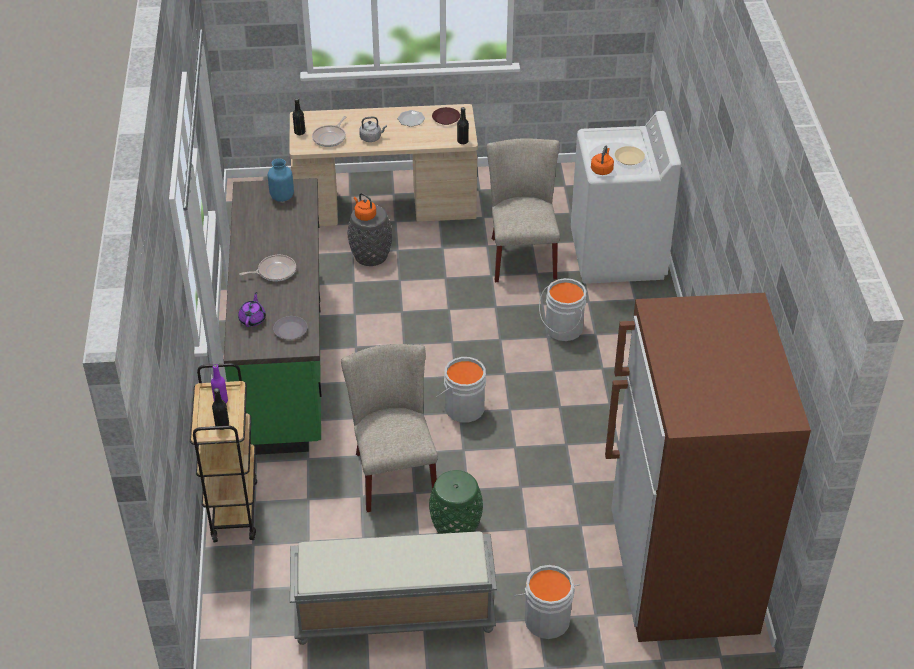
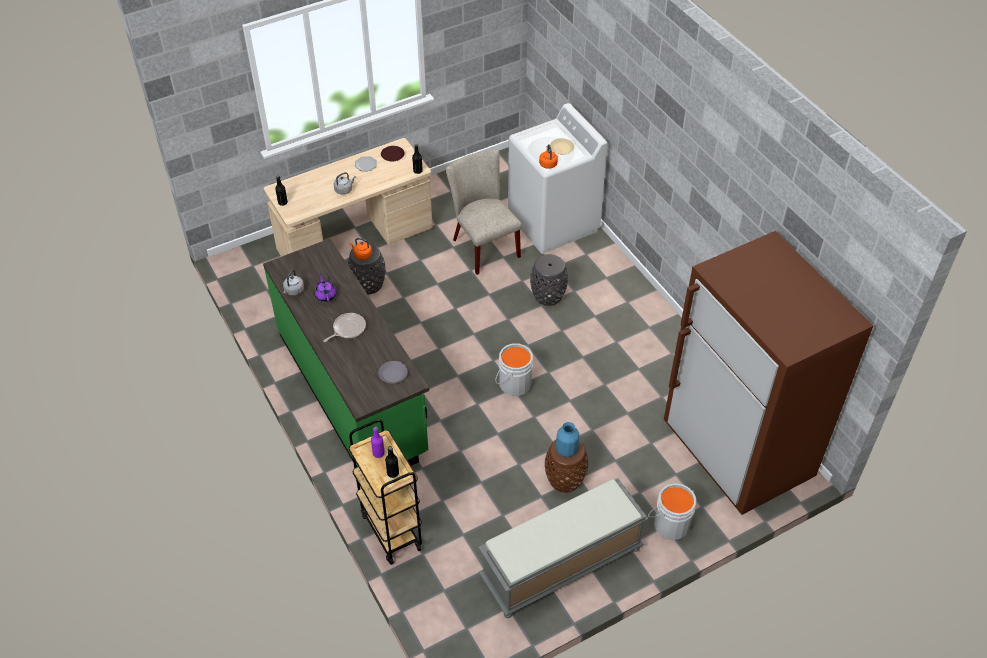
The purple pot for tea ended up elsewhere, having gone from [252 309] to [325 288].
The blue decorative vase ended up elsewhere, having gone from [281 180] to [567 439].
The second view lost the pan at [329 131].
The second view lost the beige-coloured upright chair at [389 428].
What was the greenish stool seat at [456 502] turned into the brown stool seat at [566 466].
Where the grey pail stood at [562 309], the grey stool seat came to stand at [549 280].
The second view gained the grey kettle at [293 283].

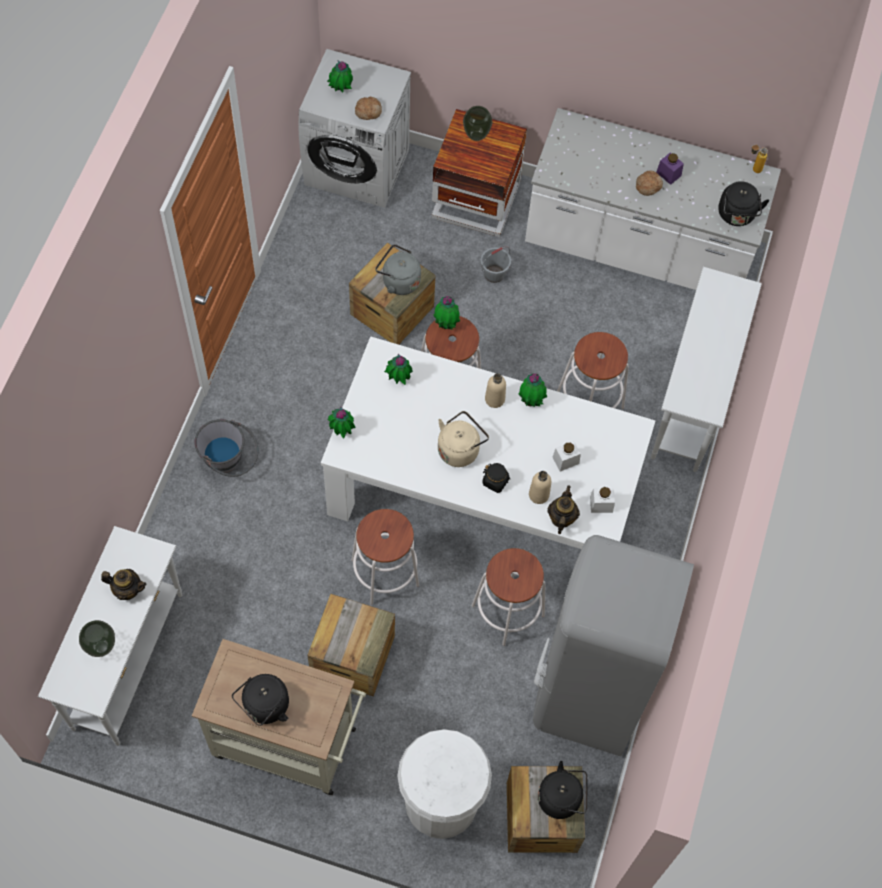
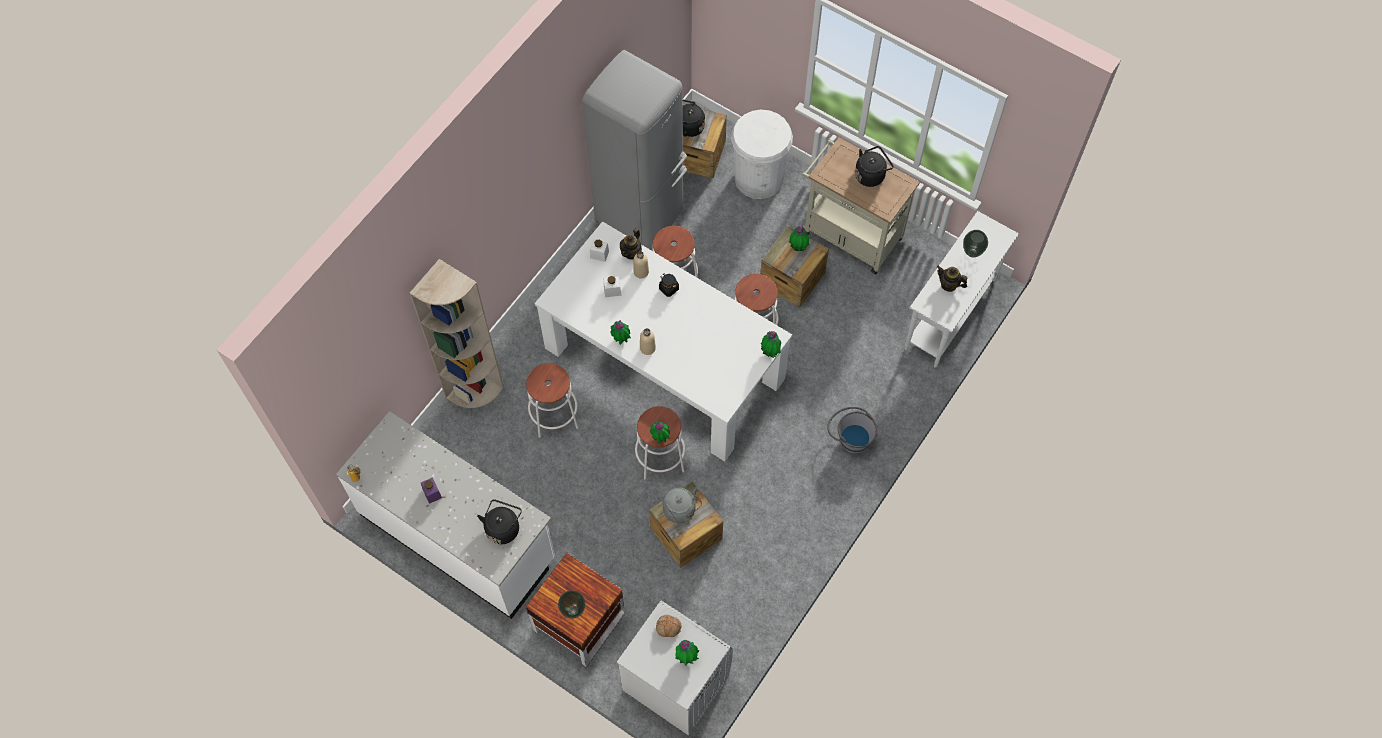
The potted plant ended up elsewhere, having gone from [398 369] to [799 239].
The second view lost the beige-coloured kettle at [463 439].
The second view lost the grey pail at [495 265].
The second view lost the bread at [649 183].
Where the white console table stood at [706 369], the beige-coloured bookshelf came to stand at [457 333].
The blackish kettle ended up elsewhere, having gone from [743 203] to [499 522].

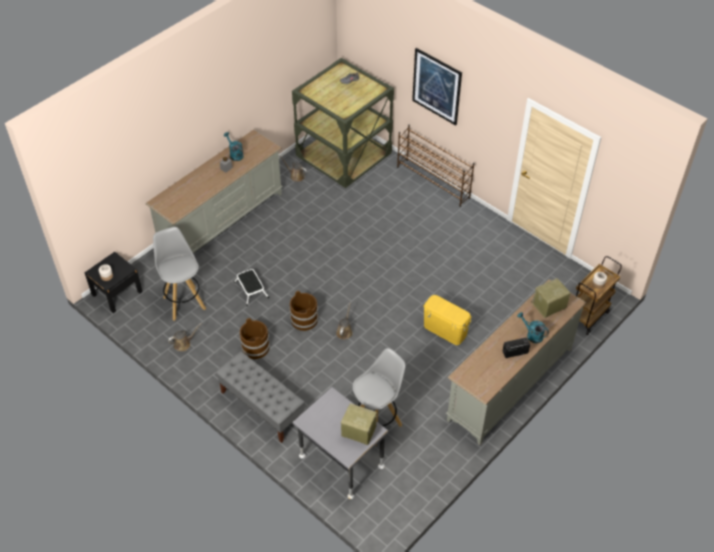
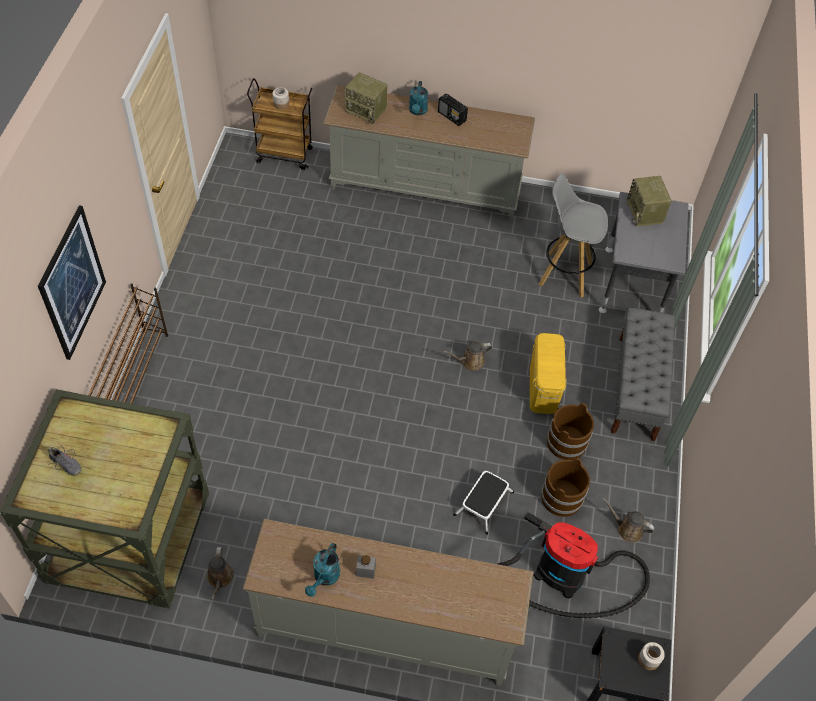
Where the grey stool seat stood at [179 274], the vacuum cleaner came to stand at [573 565].
The brown pail ended up elsewhere, having gone from [304 311] to [565 487].
The yellowish storage bin ended up elsewhere, having gone from [447 320] to [548 373].

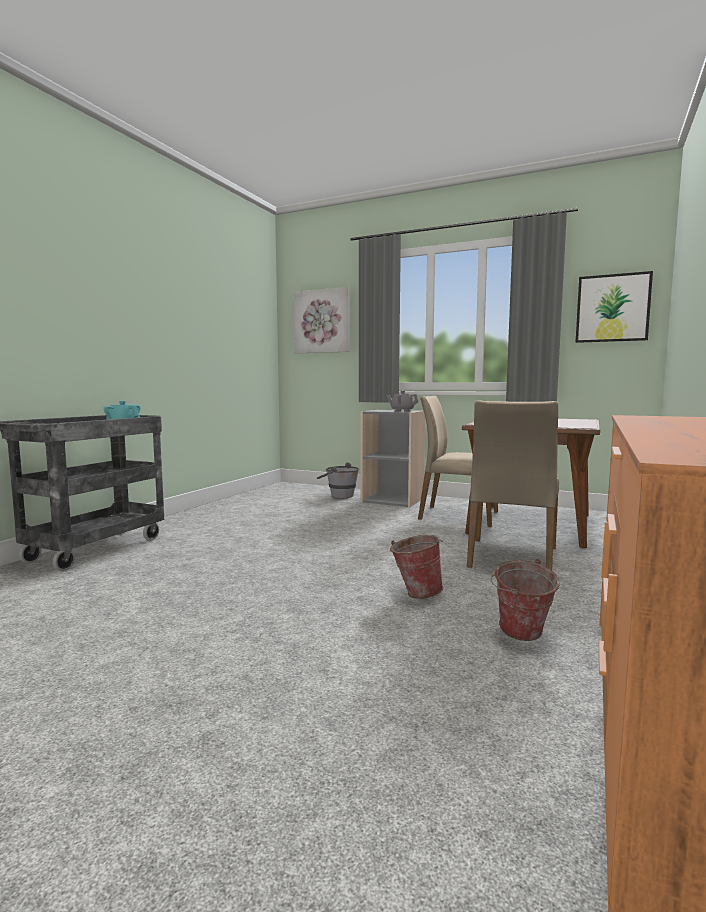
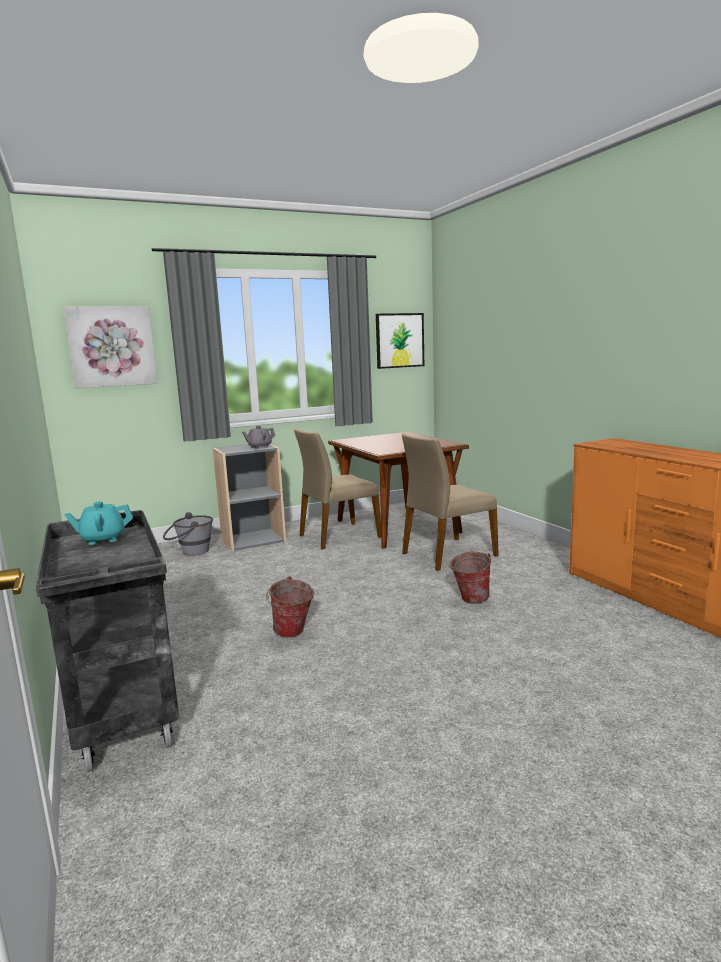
The beige-coloured upright chair at [513 485] ended up facing another way, 90 degrees clockwise from before.
The pail ended up elsewhere, having gone from [525 600] to [290 607].

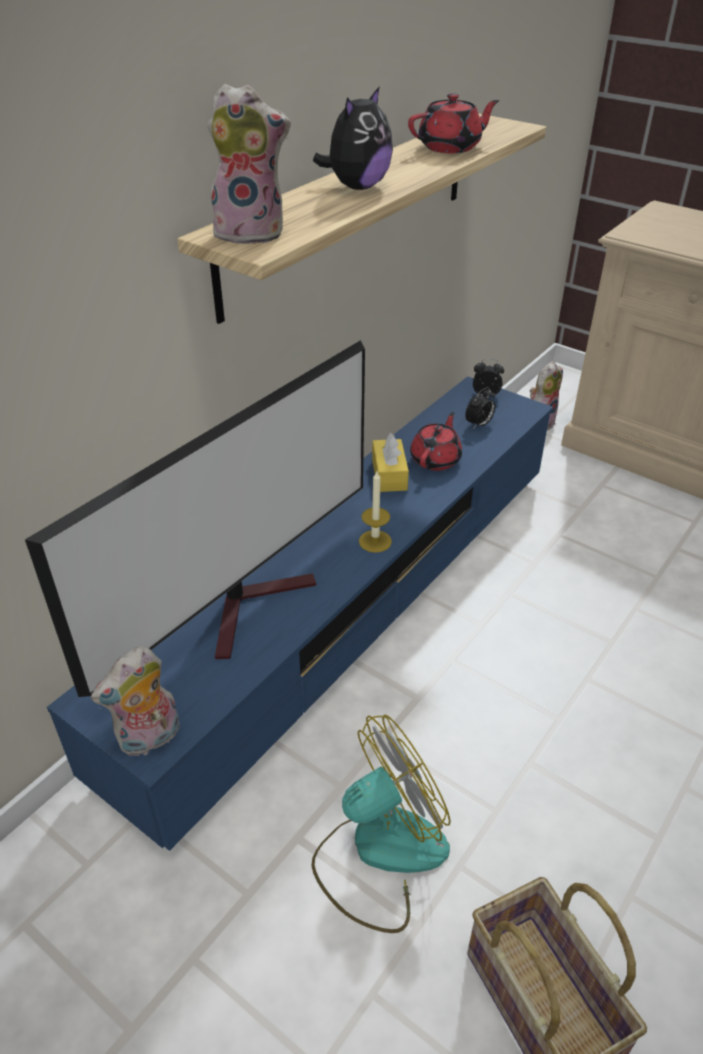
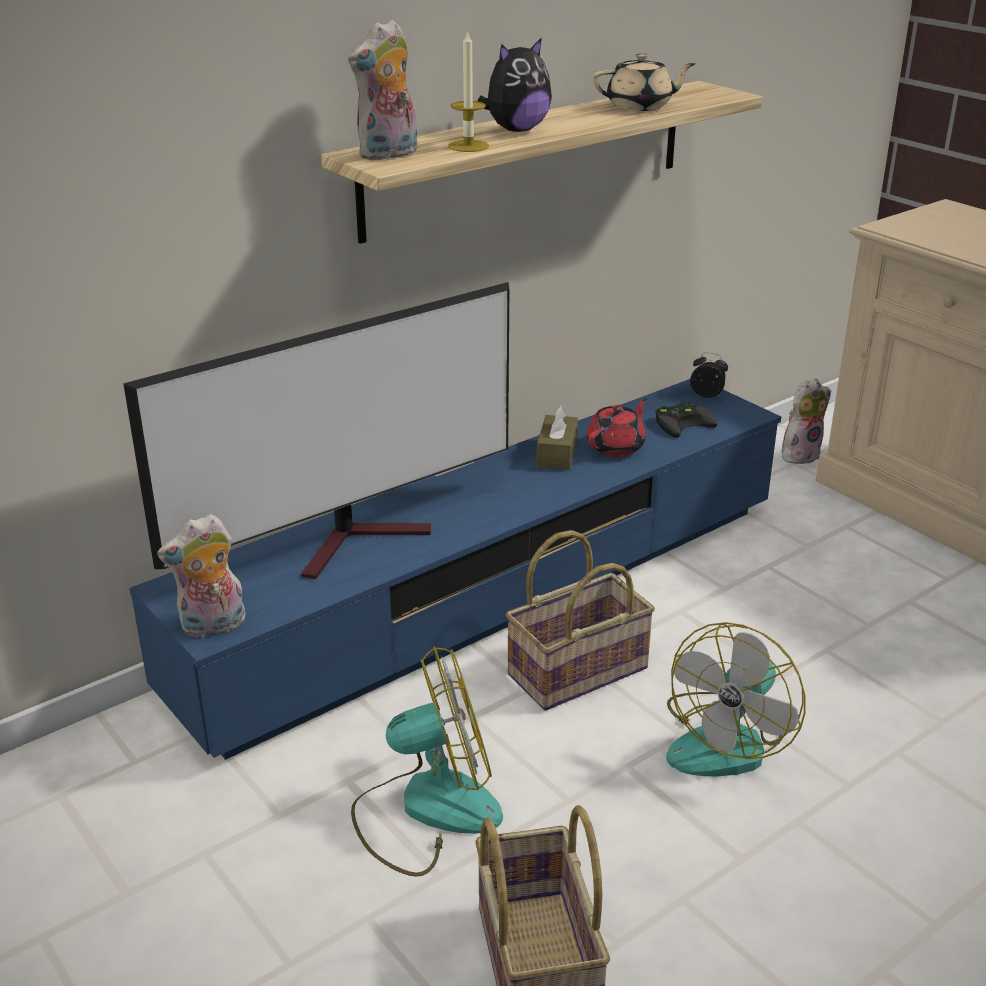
The soft toy at [249 164] ended up facing another way, 120 degrees clockwise from before.
The wax light ended up elsewhere, having gone from [375 512] to [468 91].
What was the yellowish tissue box at [390 462] turned into the brown tissue box at [557 437].
What was the red pot for tea at [454 123] turned into the beige-coloured pot for tea at [643 82].
Where the bedside clock stood at [480 407], the blackish game controller came to stand at [686 420].
The second view gained the household basket at [580 620].
The second view gained the fan at [736 699].

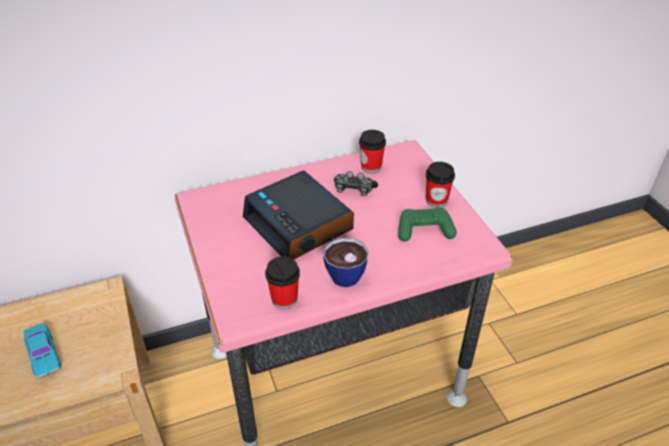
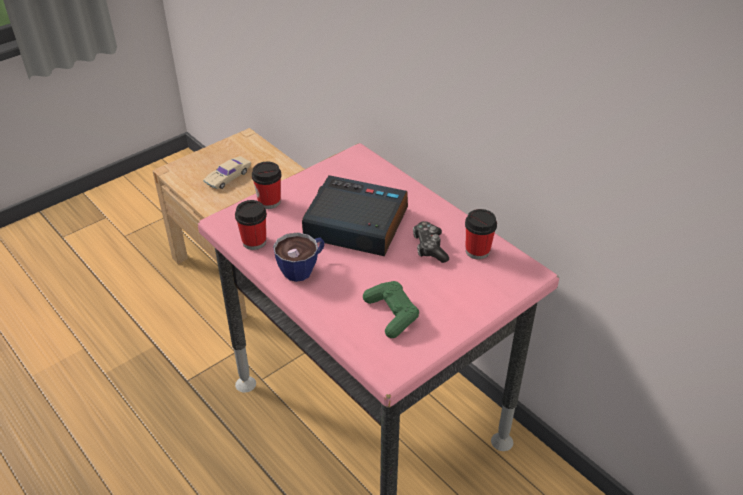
What was the turquoise-coloured miniature car at [42 350] turned into the beige-coloured miniature car at [227 172].
The bedside clock at [298 215] ended up facing another way, 75 degrees clockwise from before.
The small cup ended up elsewhere, having gone from [440 185] to [267 185].

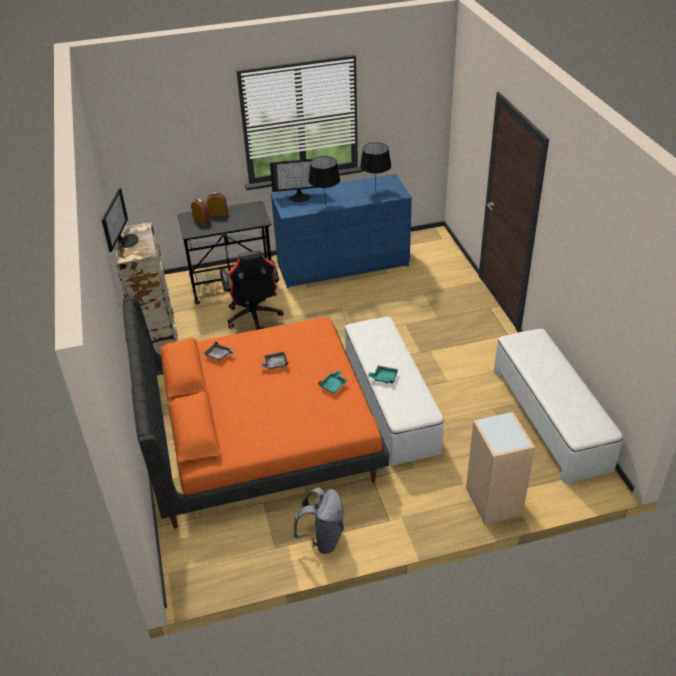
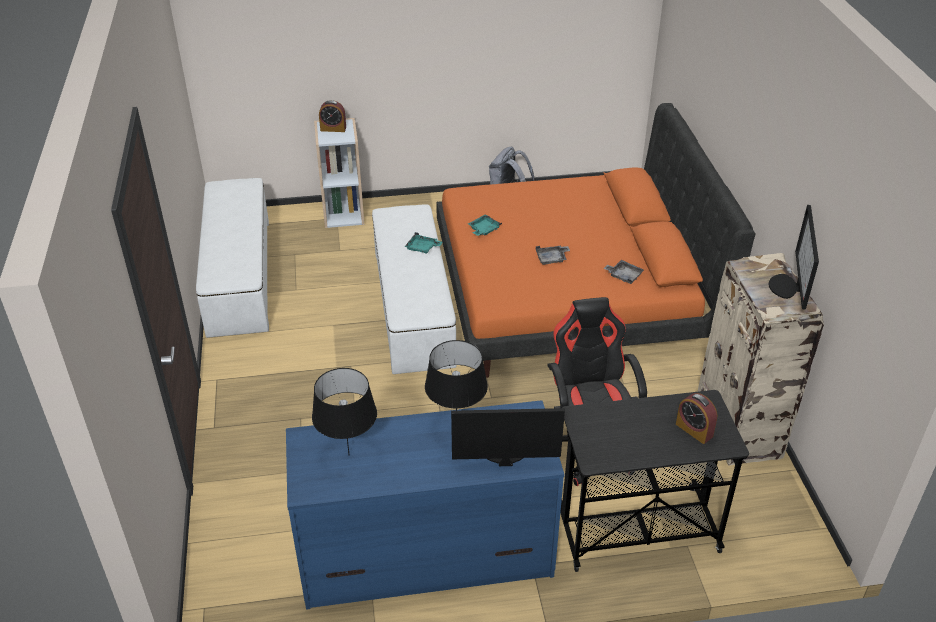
The bedside clock ended up elsewhere, having gone from [217 204] to [332 116].

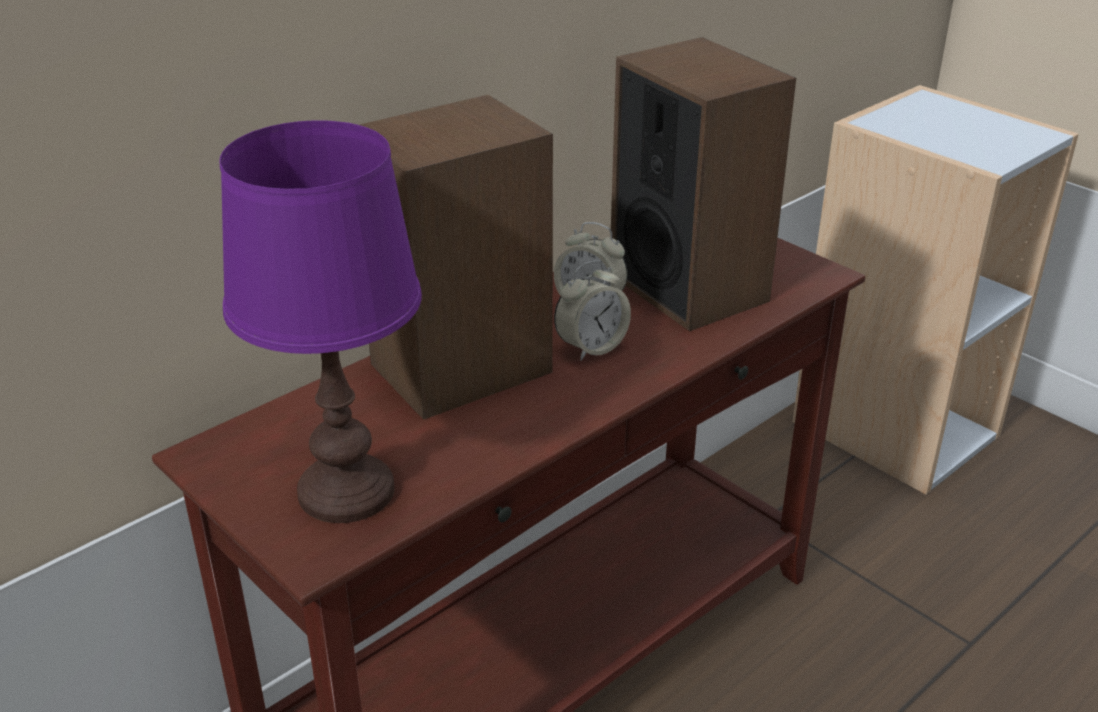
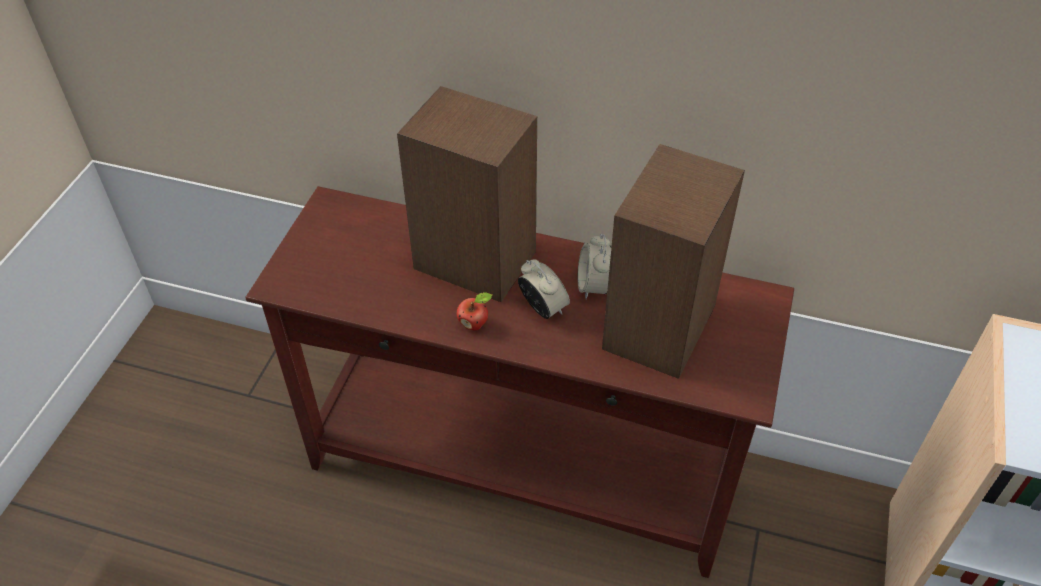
The second view lost the purple tabletop lamp at [321 321].
The bedside clock at [592 310] ended up facing another way, 150 degrees counterclockwise from before.
The second view gained the apple fruit at [474 311].

